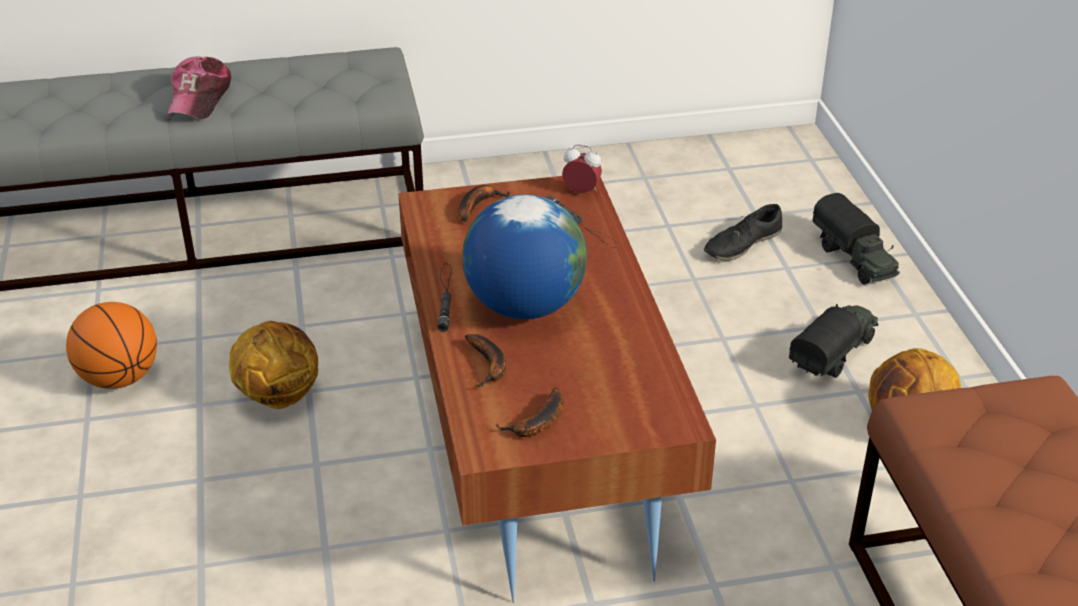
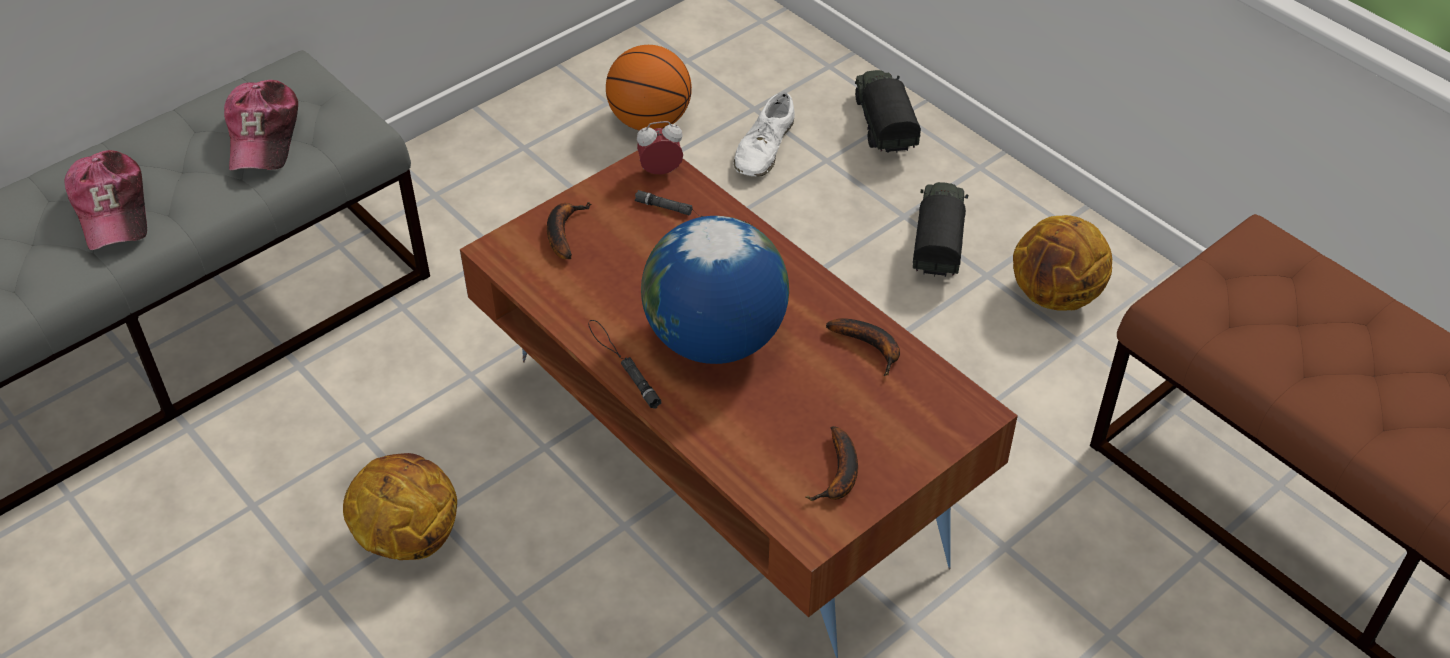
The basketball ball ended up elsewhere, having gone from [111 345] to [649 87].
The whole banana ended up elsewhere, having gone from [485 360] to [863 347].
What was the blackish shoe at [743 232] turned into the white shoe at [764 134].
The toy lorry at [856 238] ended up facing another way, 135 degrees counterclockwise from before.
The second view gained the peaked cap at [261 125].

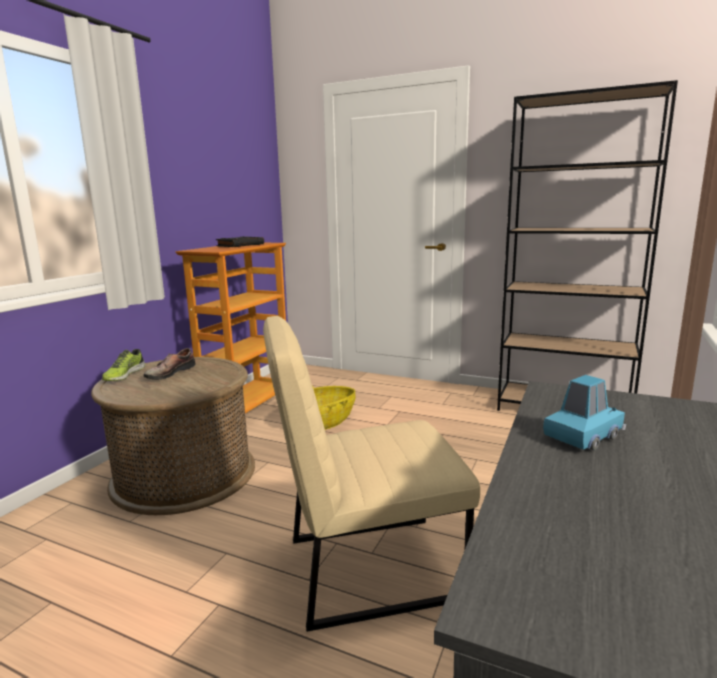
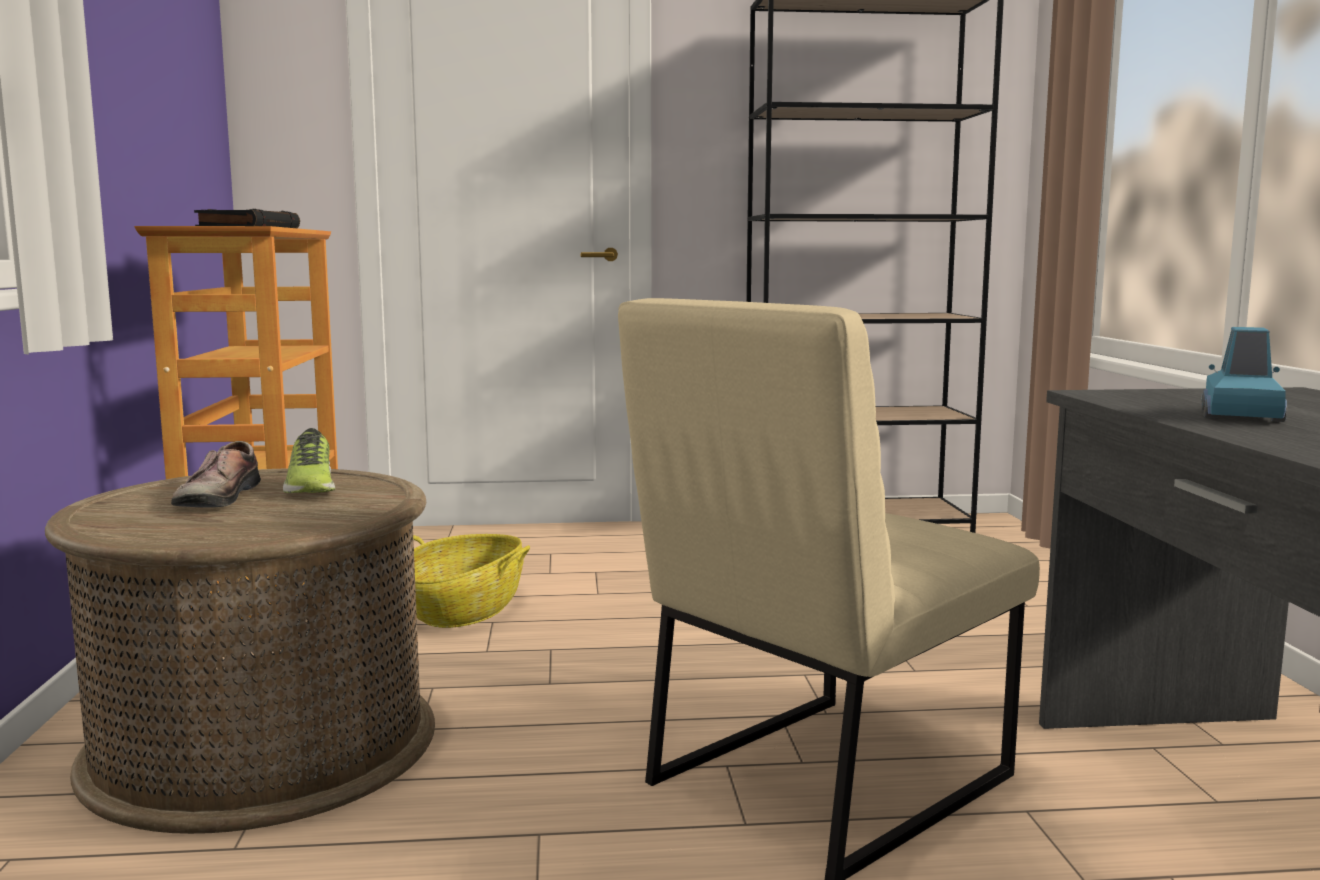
The shoe ended up elsewhere, having gone from [123 365] to [309 460].

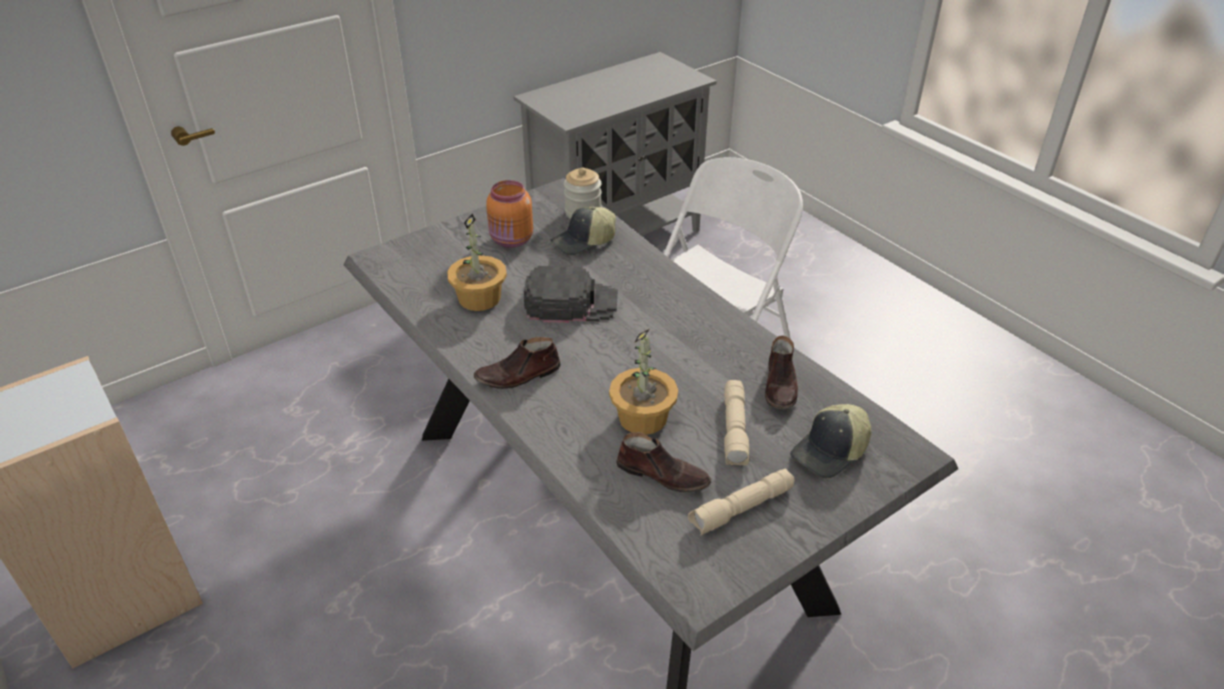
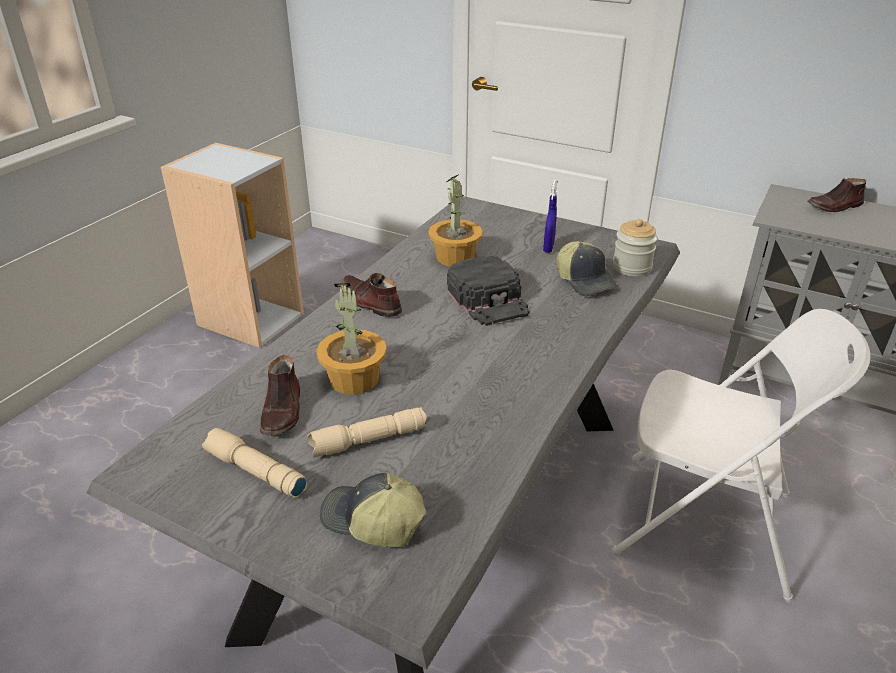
Where the orange jar stood at [509 214], the blue sprayer came to stand at [550 216].
The peaked cap at [583 230] ended up facing another way, 150 degrees counterclockwise from before.
The brown shoe ended up elsewhere, having gone from [781 372] to [836 195].

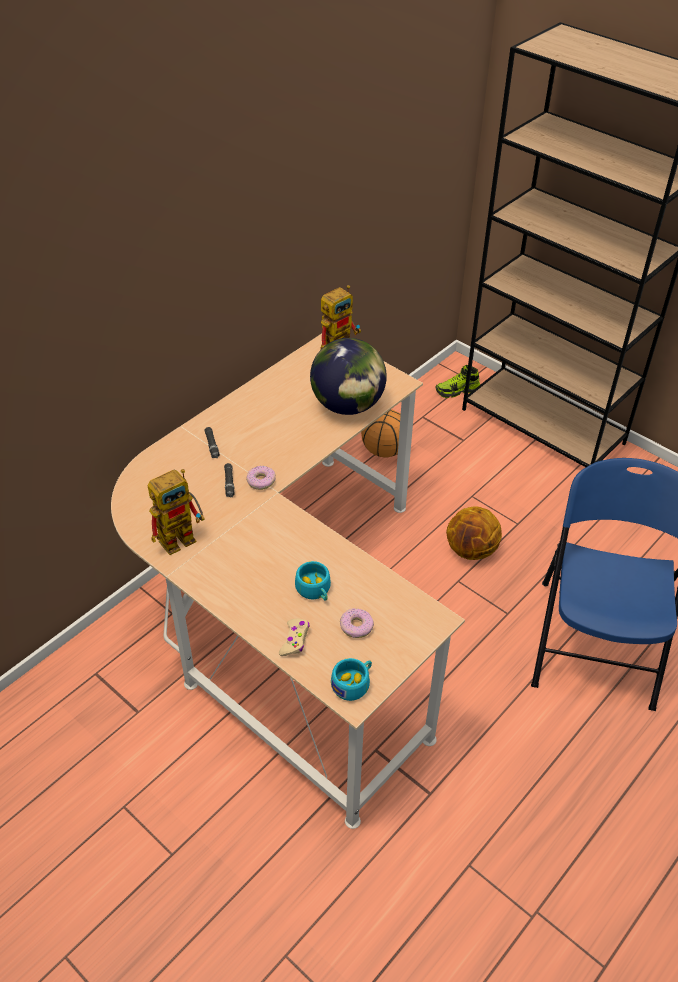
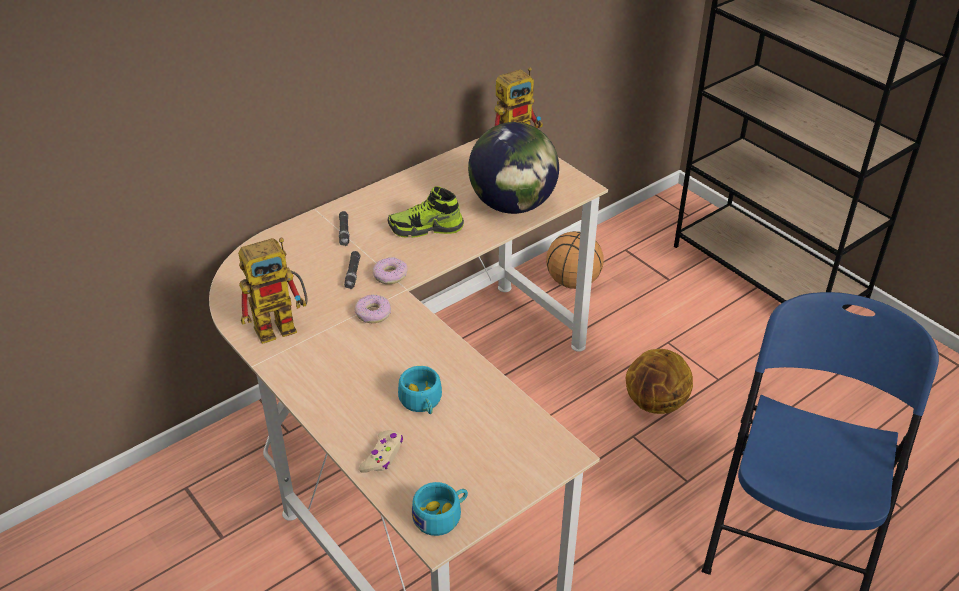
The ring doughnut ended up elsewhere, having gone from [357 623] to [373 309].
The shoe ended up elsewhere, having gone from [458 381] to [425 212].

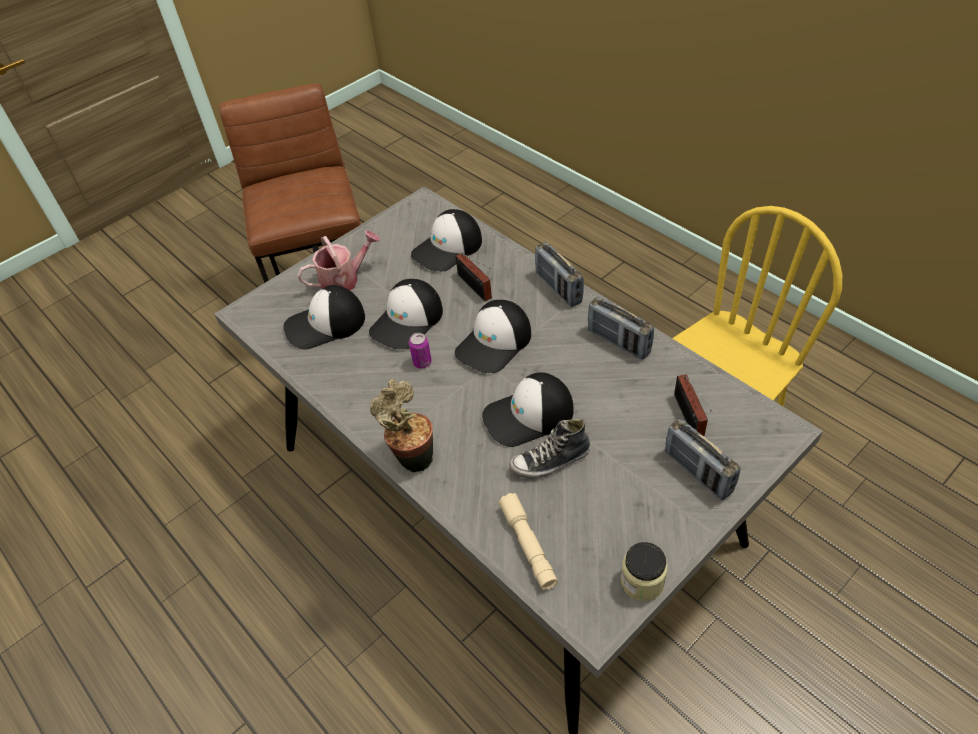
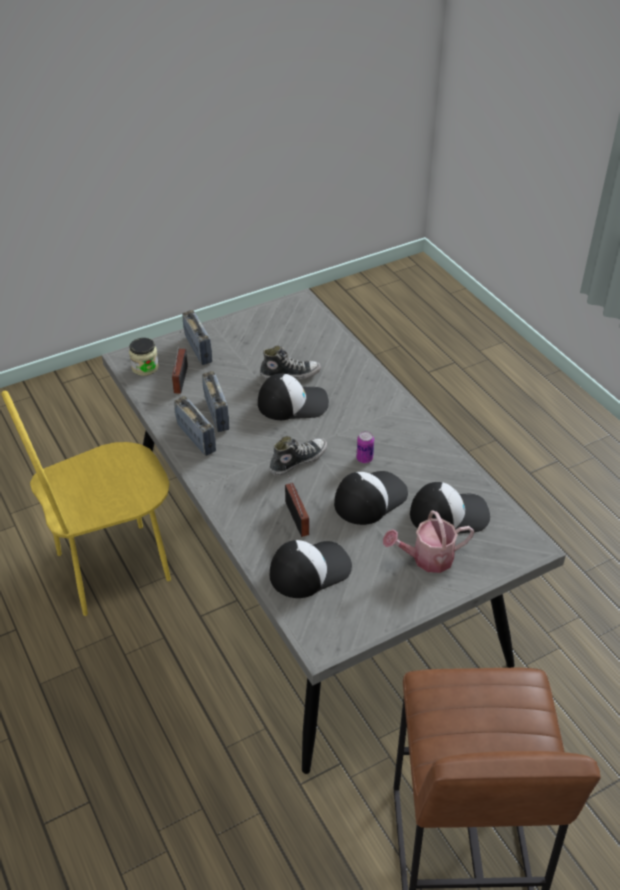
The second view lost the potted plant at [401 425].
Where the peaked cap stood at [493 336], the shoe came to stand at [298 456].
The second view lost the beige-coloured hand torch at [528 541].
The radio receiver ended up elsewhere, having gone from [559 274] to [215 401].
The jar ended up elsewhere, having gone from [644 571] to [144 357].

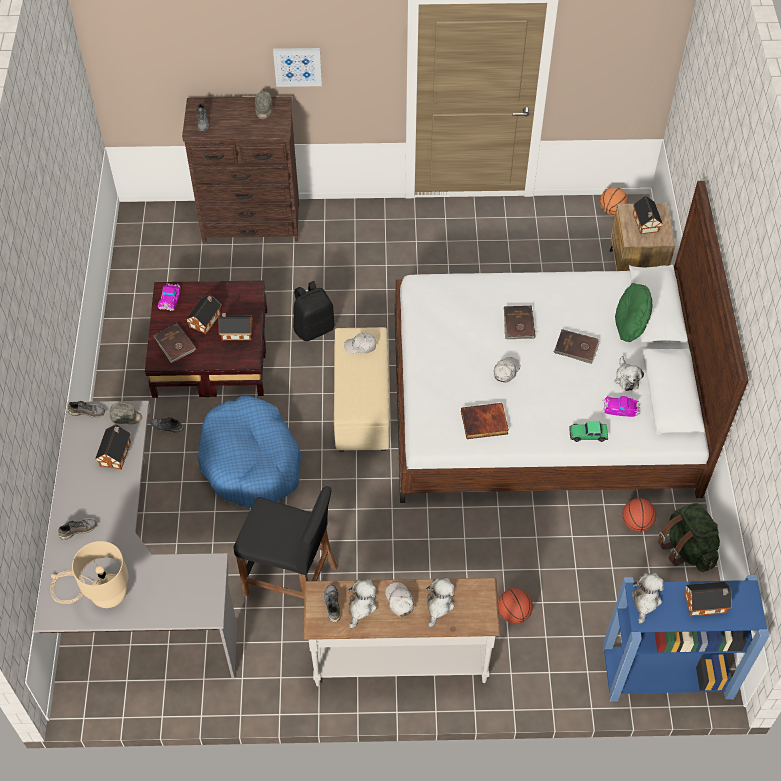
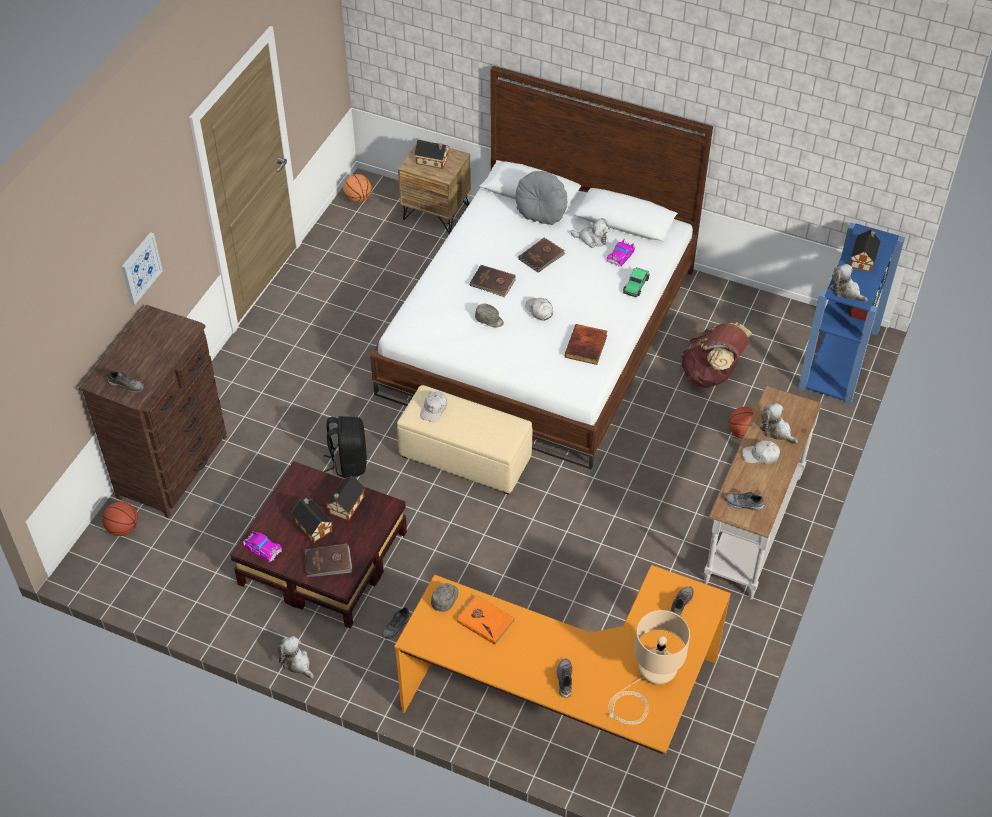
What was the grey desk unit at [135 539] turned into the orange desk unit at [562 659].
The grey shoe ended up elsewhere, having gone from [86 409] to [682 602].
Where the toy house stood at [113 447], the orange volume came to stand at [486 620].
The second view lost the blue dog cushion at [249 452].
The second view lost the blackish stool seat at [285 542].
The grey peaked cap ended up elsewhere, having gone from [264 105] to [489 315].
The soft toy ended up elsewhere, having gone from [362 604] to [295 657].
What was the greenish cushion at [633 312] turned into the grey cushion at [541 198].
The basketball ball ended up elsewhere, having gone from [639 515] to [120 519].
The second view lost the greenish rucksack at [689 537].
The second view gained the brown rucksack at [716 355].

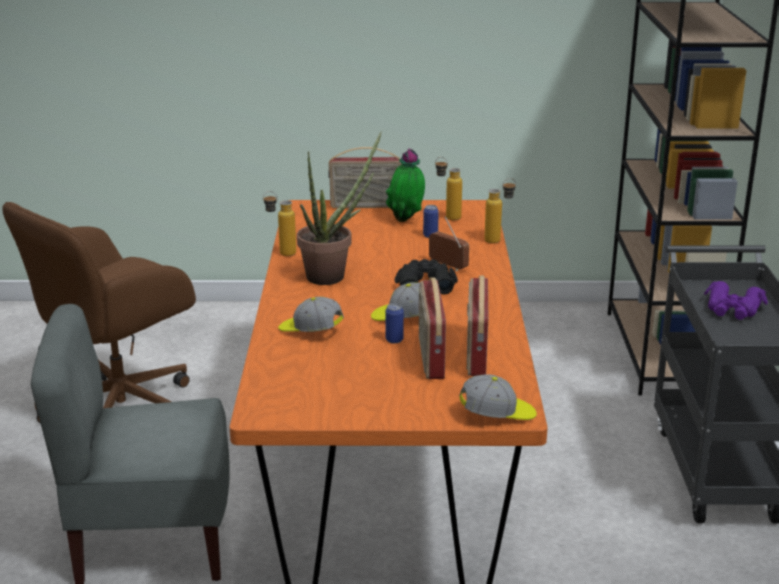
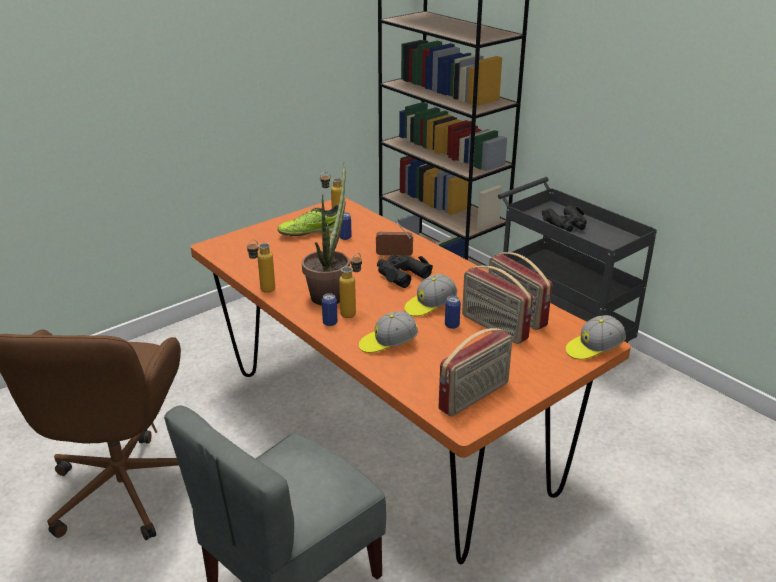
The radio receiver ended up elsewhere, having gone from [365 177] to [475 372].
Where the potted plant stood at [405 185], the shoe came to stand at [308 220].
The peaked cap at [498 397] ended up facing another way, 150 degrees counterclockwise from before.
The beverage bottle ended up elsewhere, having gone from [500 211] to [350 285].
What was the purple pair of binoculars at [736 300] turned into the blackish pair of binoculars at [564 218].
The second view gained the can at [329 309].

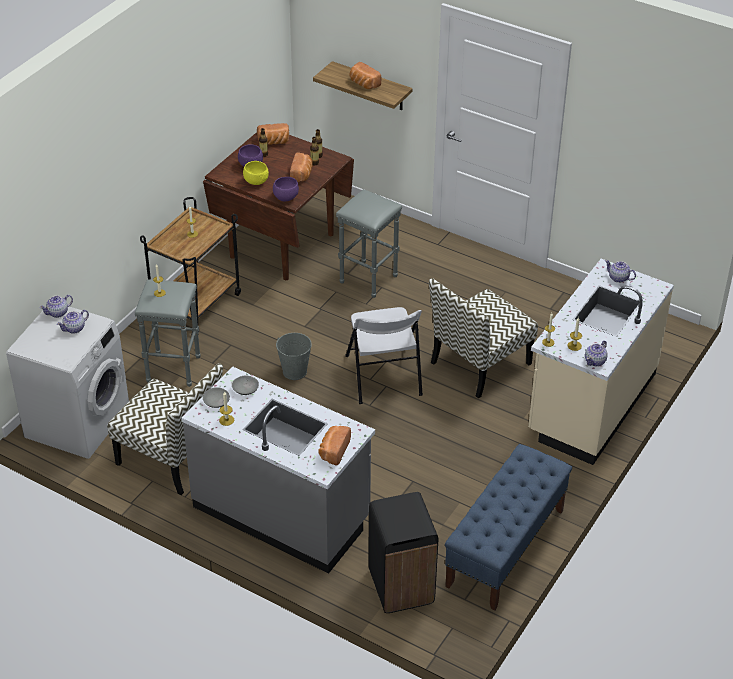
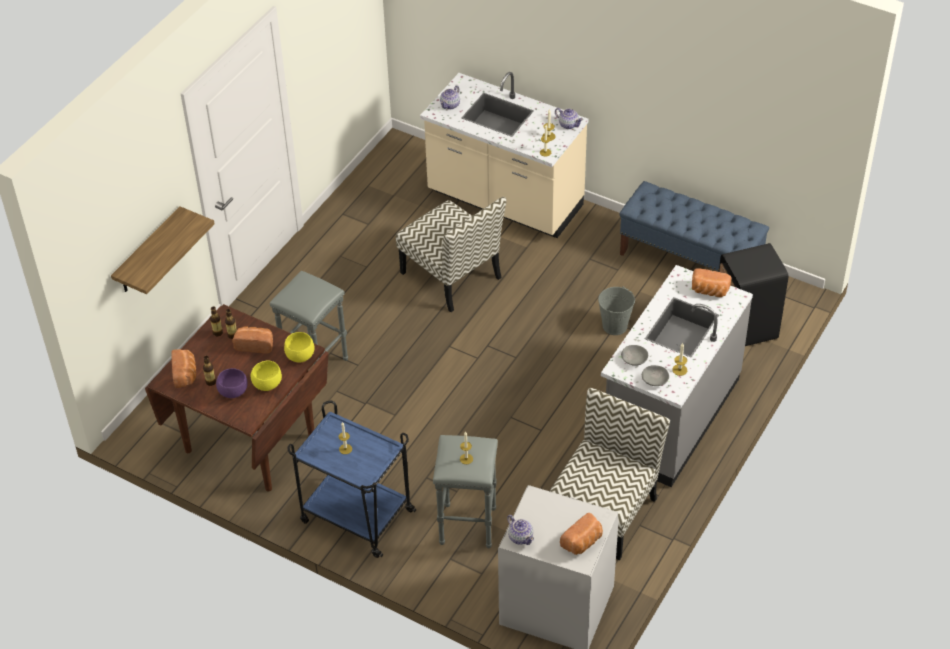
The second view lost the pot for tea at [73 322].
What was the brown trolley at [190 266] turned into the blue trolley at [352 479].
What was the purple serving bowl at [286 189] turned into the yellowish serving bowl at [299 347].
The grey pail ended up elsewhere, having gone from [294 356] to [616 310].
The second view lost the white upright chair at [384 355].
The bread ended up elsewhere, having gone from [365 75] to [581 534].

